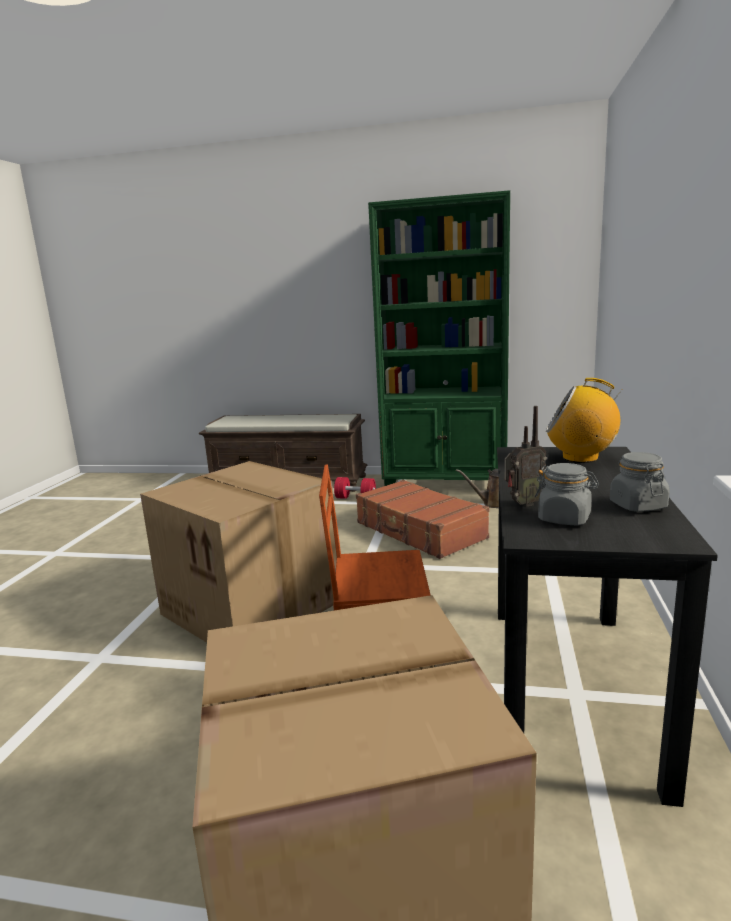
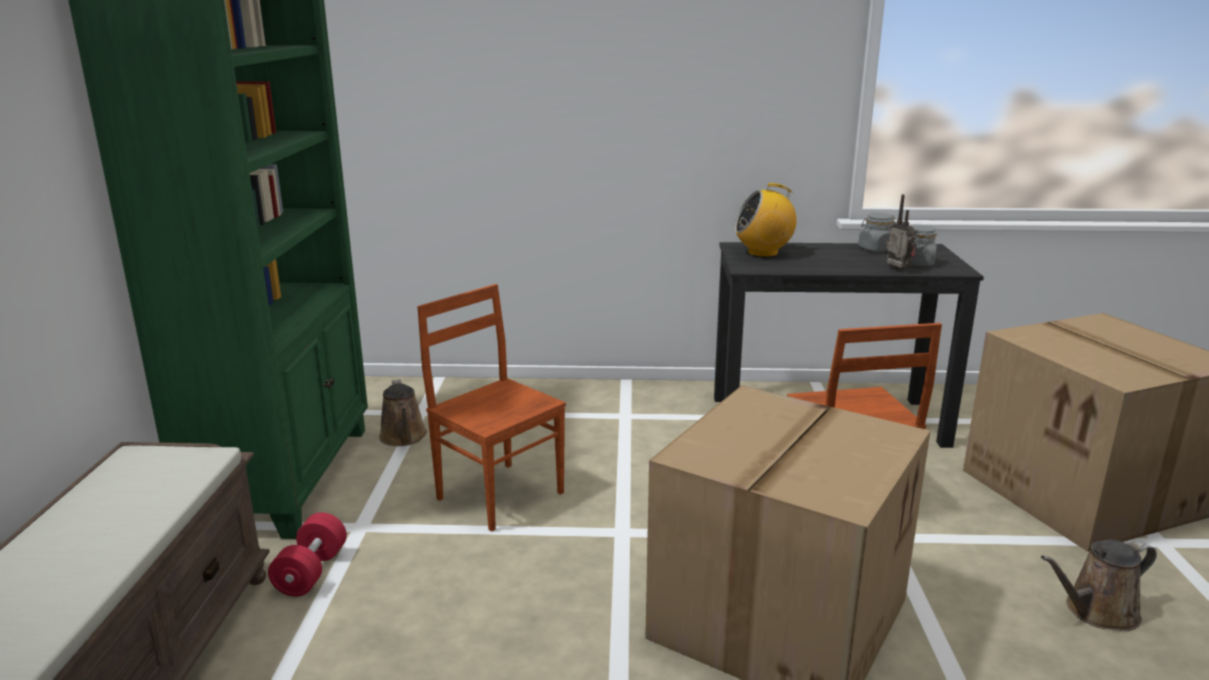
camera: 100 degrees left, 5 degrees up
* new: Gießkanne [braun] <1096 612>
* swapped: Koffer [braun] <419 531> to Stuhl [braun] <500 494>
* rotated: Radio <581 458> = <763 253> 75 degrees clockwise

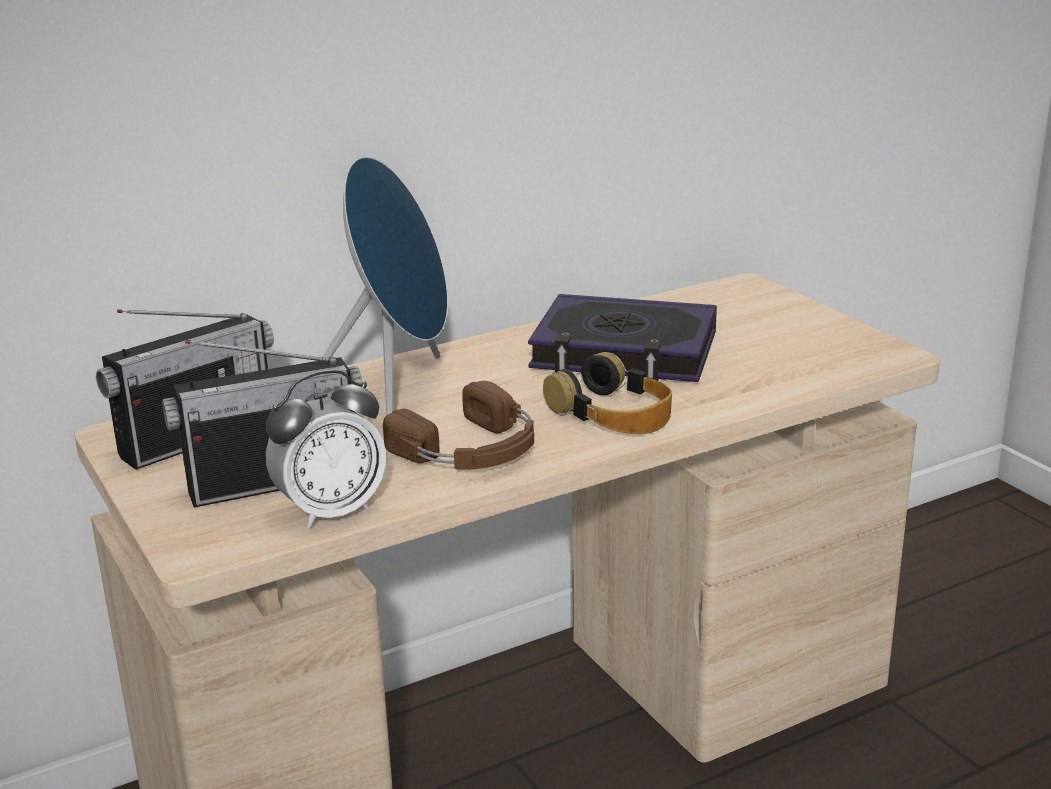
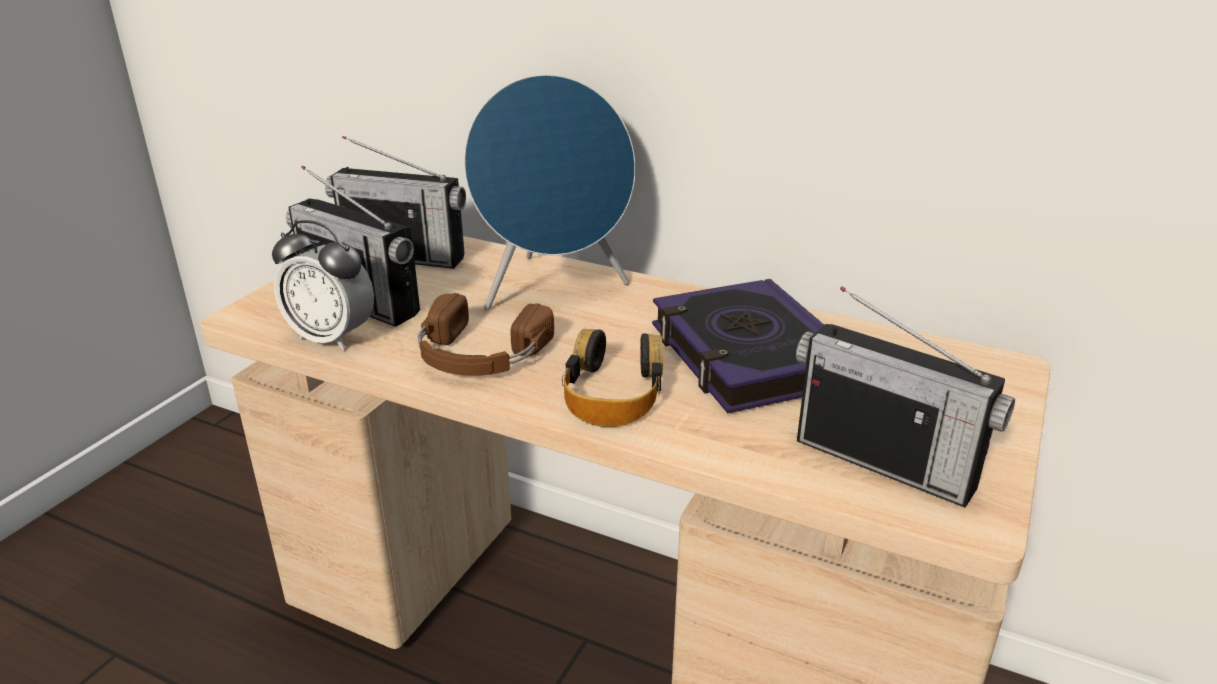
camera: 55 degrees right, 5 degrees up
* new: Radio <885 462>

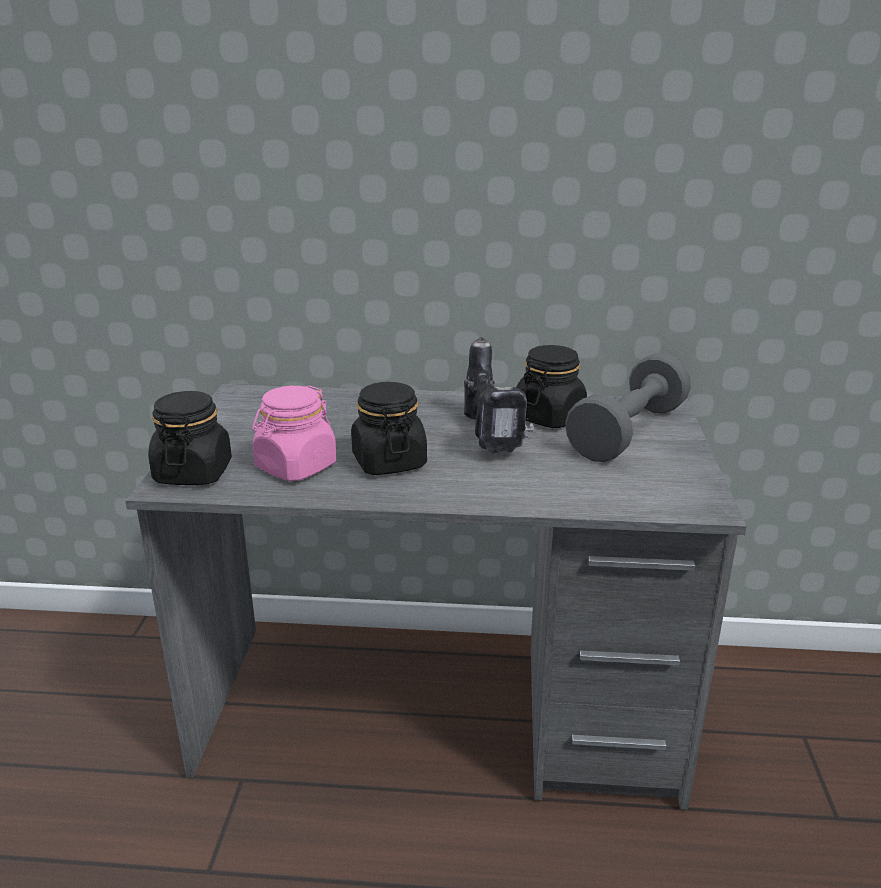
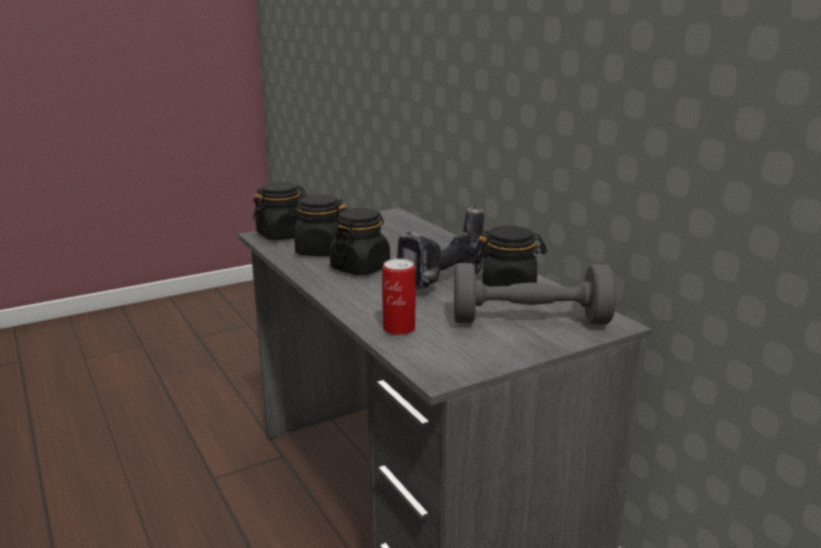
camera: 55 degrees right, 5 degrees down
* new: Dose <399 329>
* repainted: Vorratsglas [rosa] <295 467> to Vorratsglas [schwarz] <320 251>

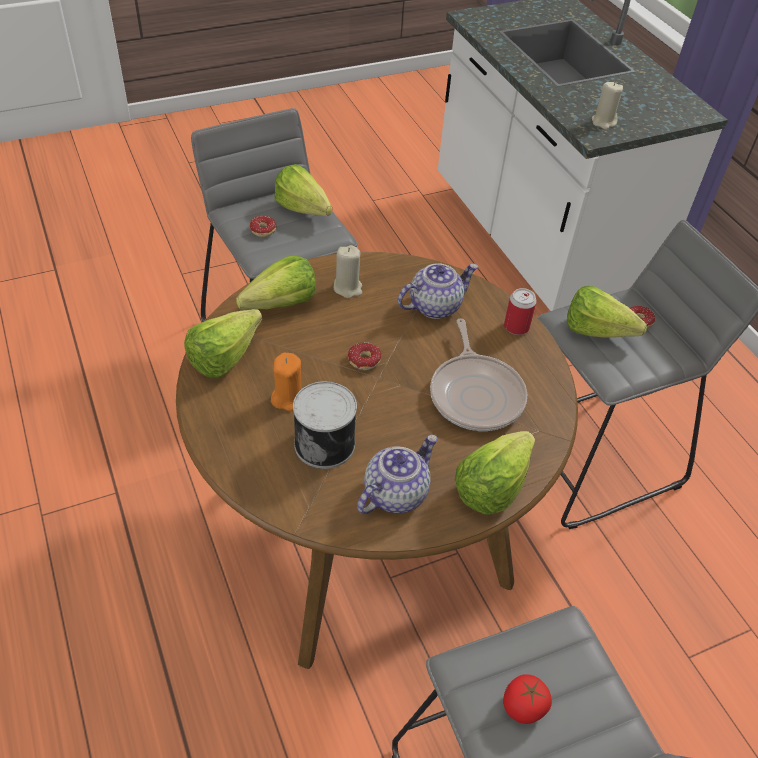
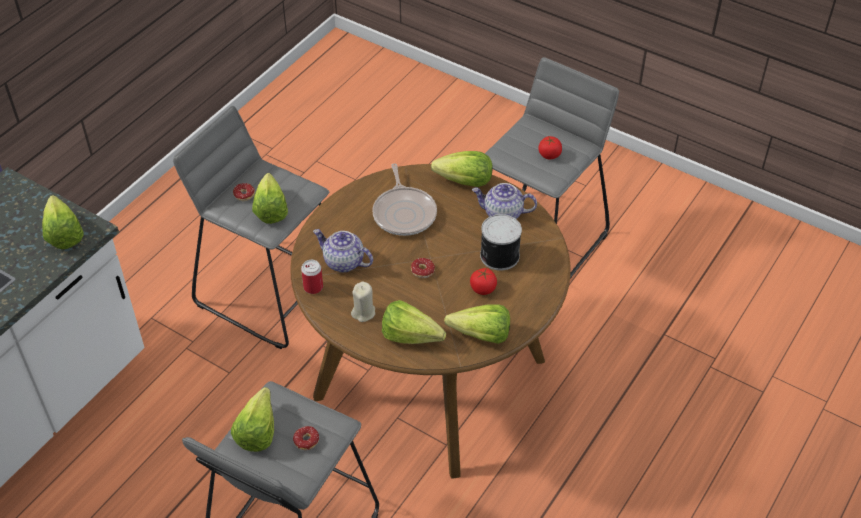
camera: 120 degrees left, 0 degrees up
* shifted: Dose <516 327> to <313 287>
* swapped: Kerze [orange] <288 398> to Tomate <483 288>
* swapped: Kerze [beige] <603 122> to Salatkopf <64 231>
* rotated: Pfanne <476 394> = <404 213> 120 degrees clockwise

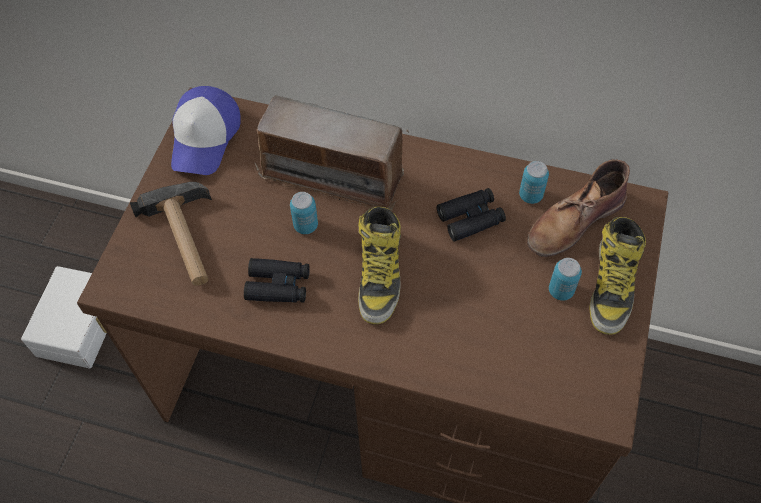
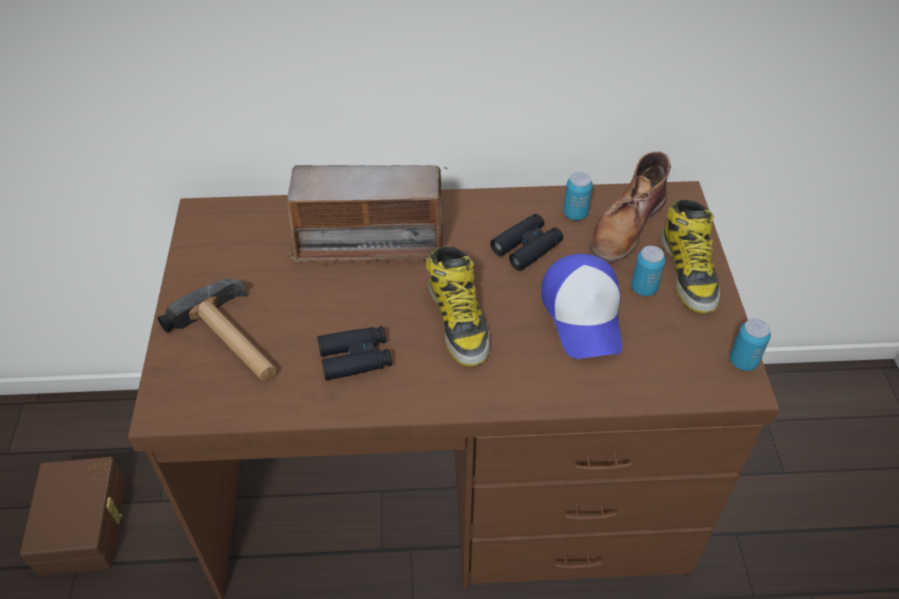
camera: 20 degrees left, 10 degrees down
* shifted: Kappe <205 138> to <584 315>
* shifted: Dose <306 225> to <743 361>
* repainted: Aufbewahrungsbox [weiß] <81 325> to Aufbewahrungsbox [braun] <85 525>

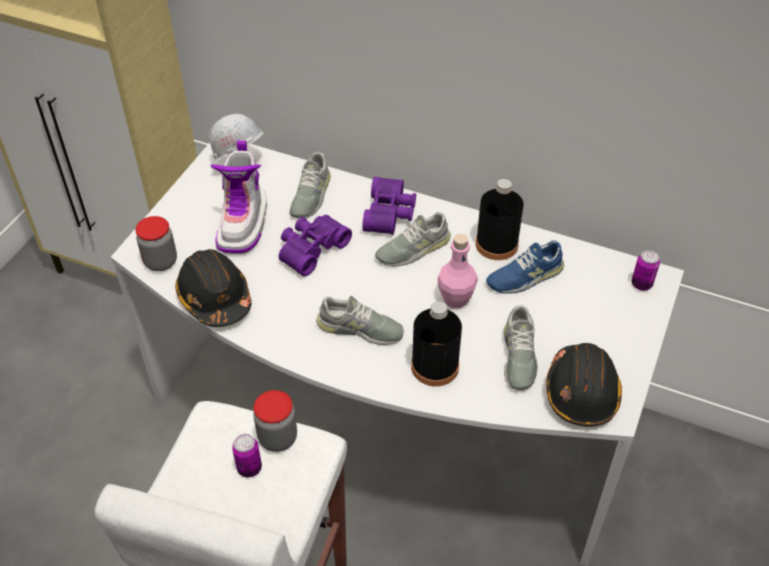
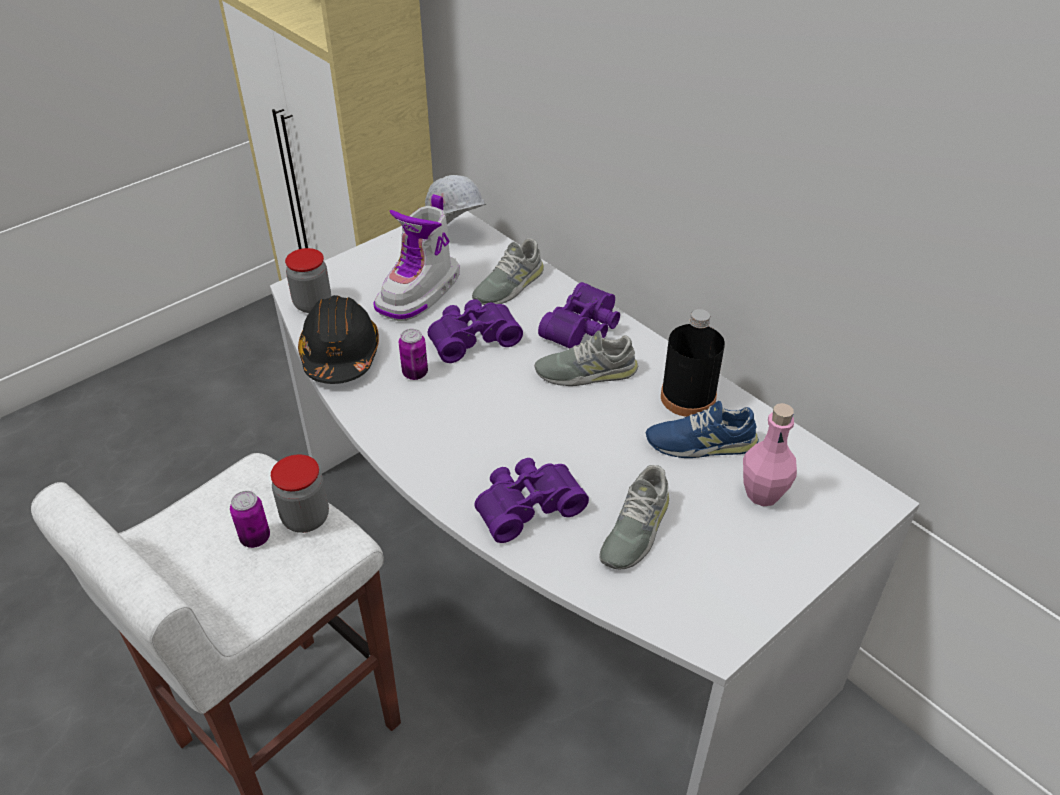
camera: 25 degrees right, 5 degrees down
* gone: Schuh [grau] <360 329>
* gone: Schutzhelm [schwarz] <581 392>
* shifted: Flasche [rosa] <455 299> to <762 494>
* shifted: Dose <641 284> to <415 373>
* swapped: Flasche [schwarz] <435 366> to Fernglas [lila] <526 505>

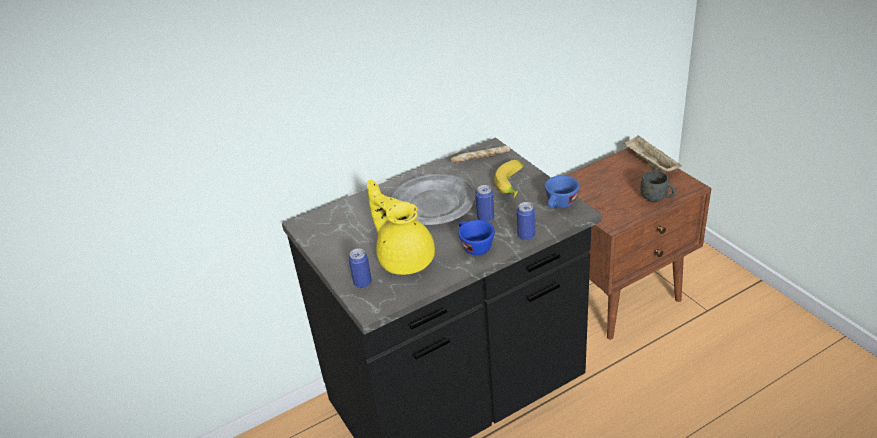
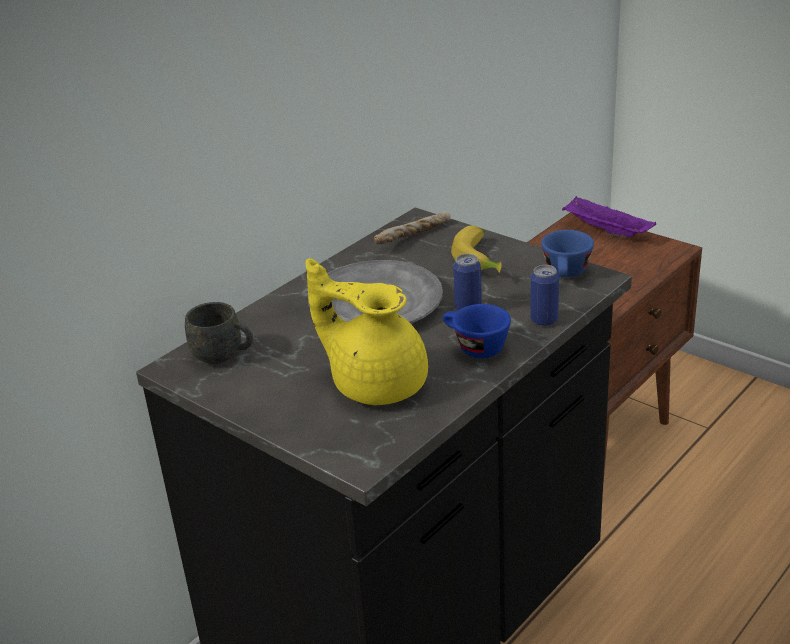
camera: 20 degrees left, 5 degrees down
* gone: Dose <362 283>
* shifted: Henkelbecher [grau] <657 198> to <224 356>
* repainted: Tablett [beige] <650 163> to Tablett [lila] <605 231>

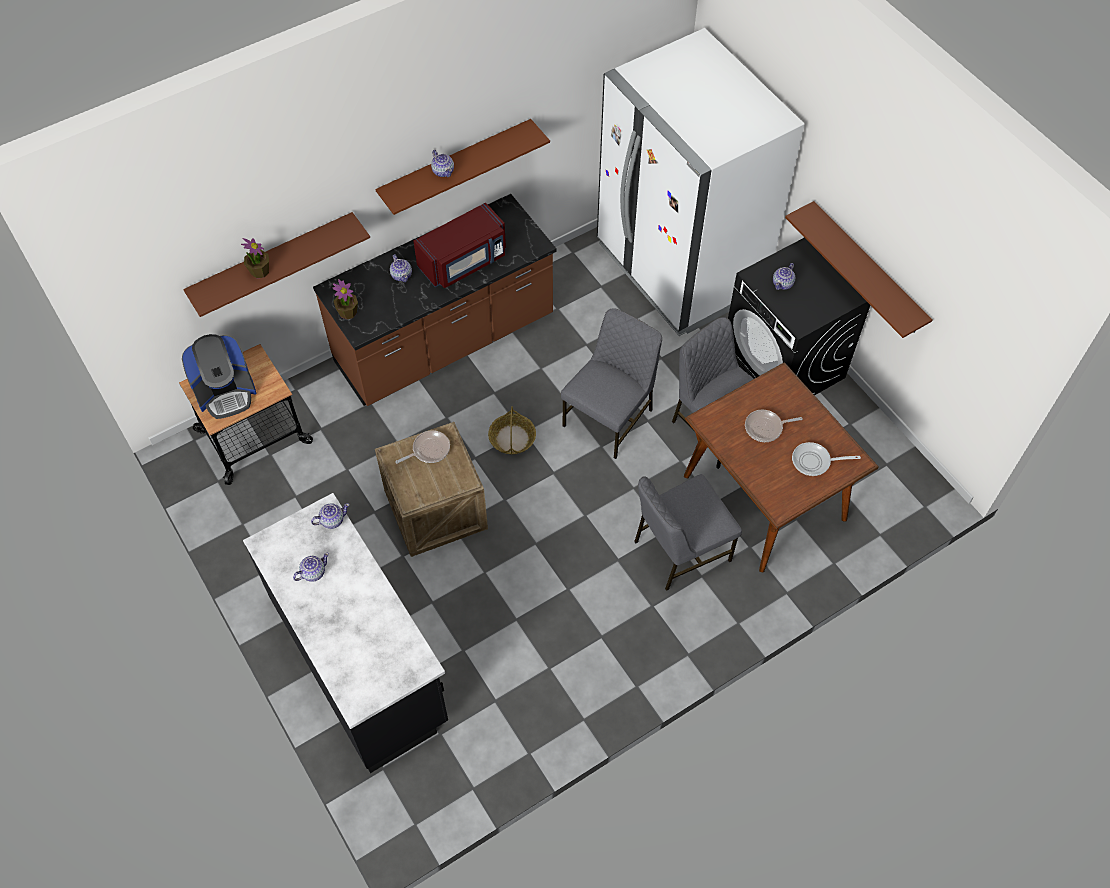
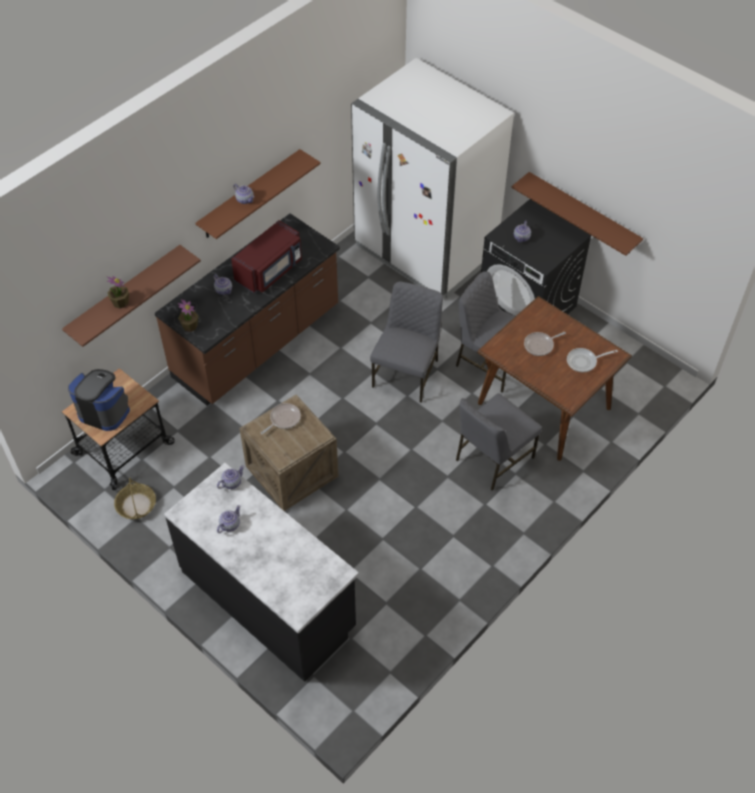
camera: 15 degrees left, 5 degrees down
* shifted: Korb <512 438> to <136 505>
* rotated: Kaffeemaschine <226 393> = <104 411> 120 degrees counterclockwise

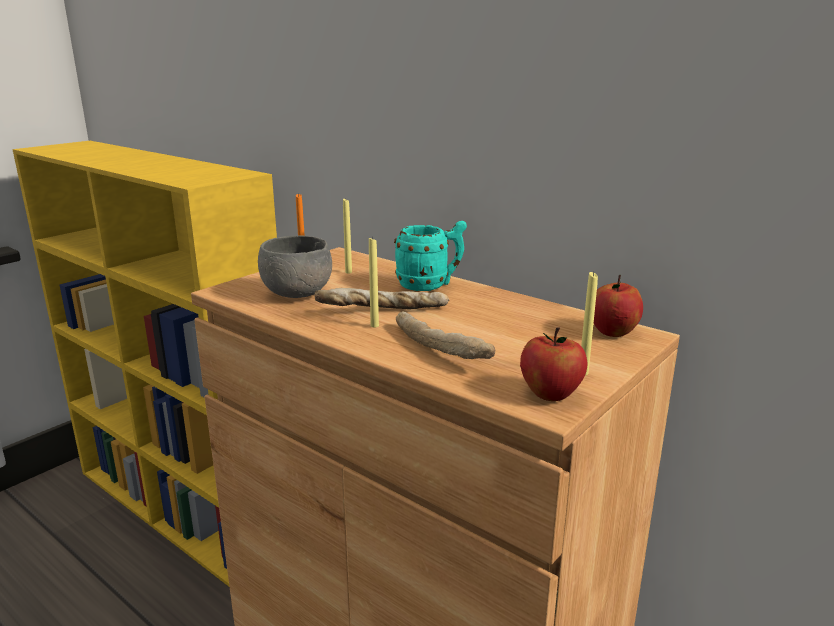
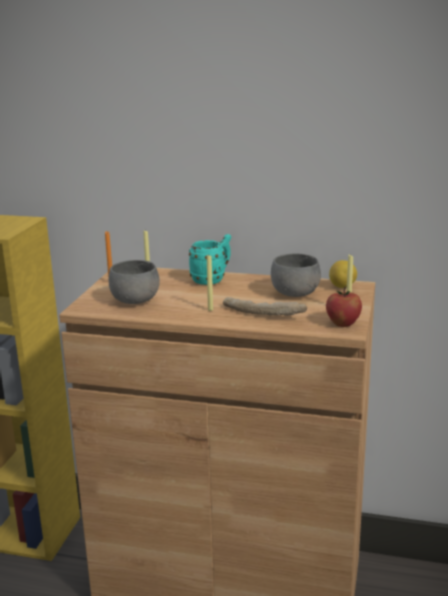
camera: 25 degrees left, 0 degrees up
* gone: Brot <383 312>
* new: Schüssel [grau] <295 294>
* swapped: Apfel <612 332> to Zitrone <342 287>

